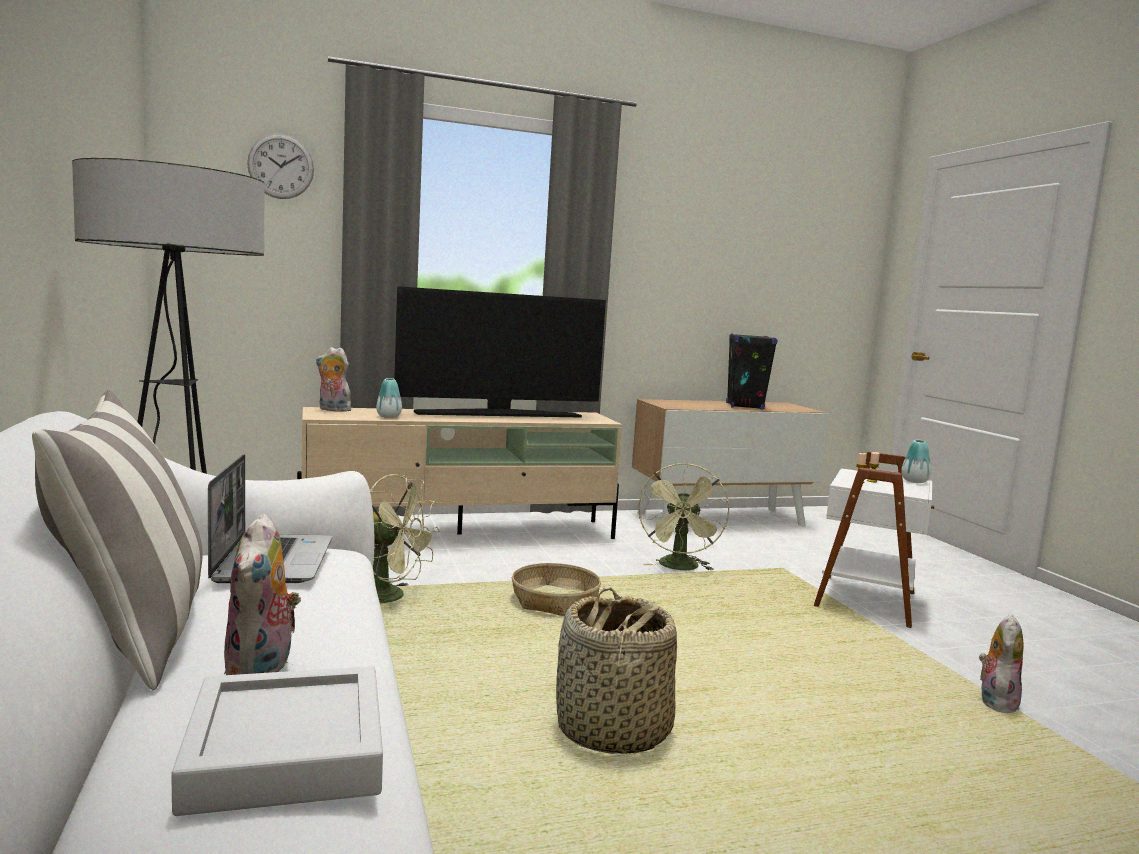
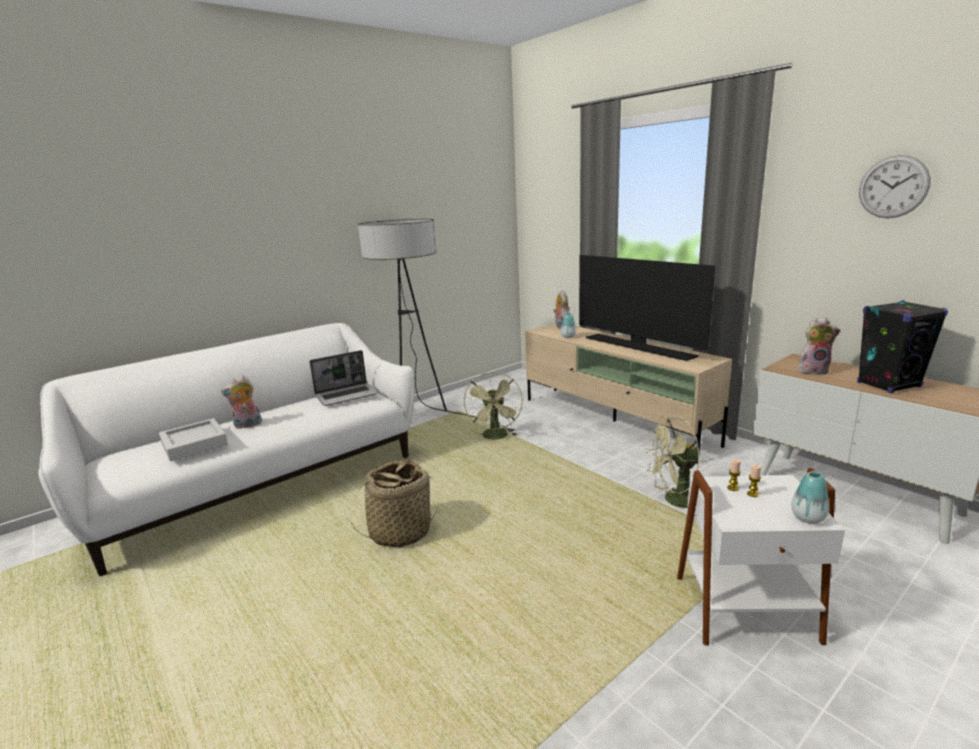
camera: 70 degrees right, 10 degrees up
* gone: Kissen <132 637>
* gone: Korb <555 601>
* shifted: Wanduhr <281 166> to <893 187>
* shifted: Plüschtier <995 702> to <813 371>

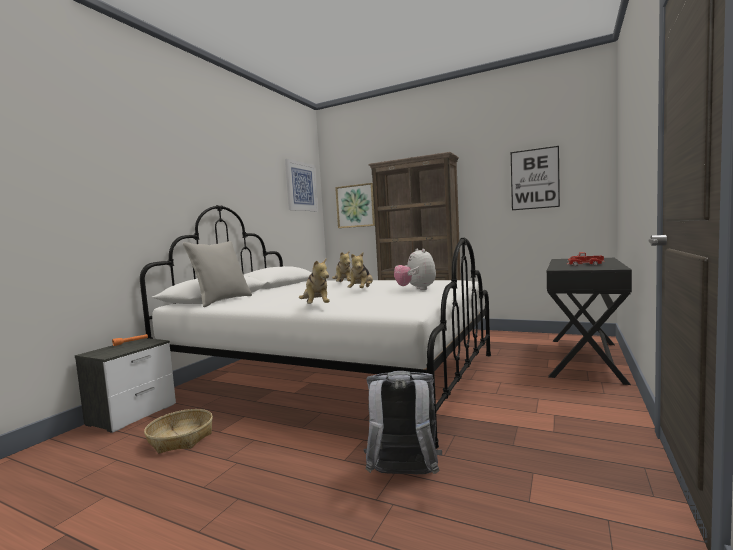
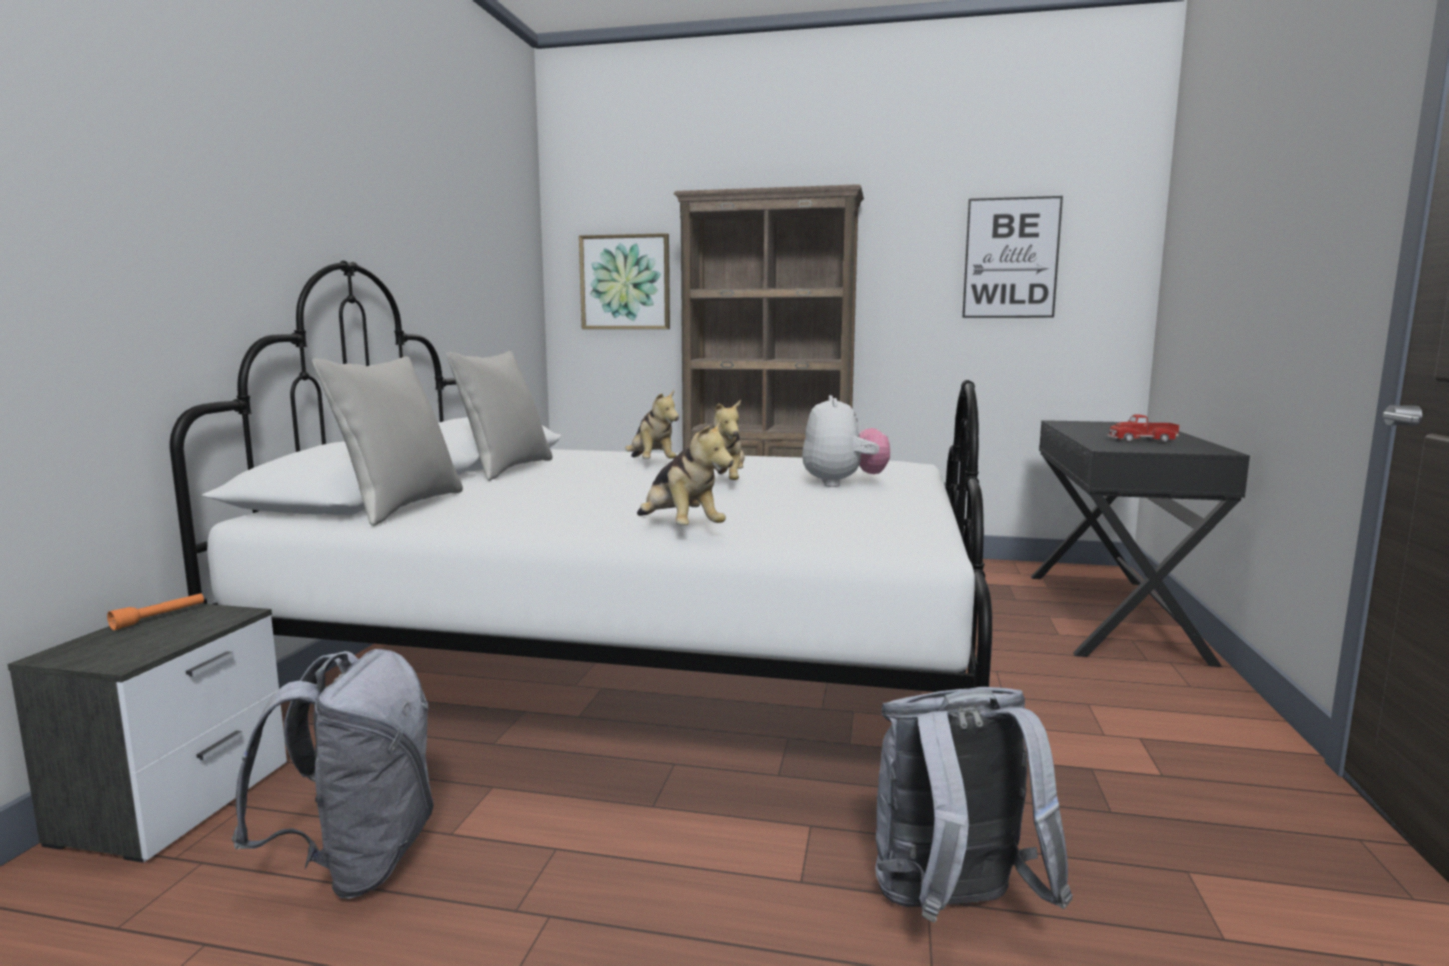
camera: 15 degrees left, 5 degrees up
* gone: Bild <301 186>
* new: Kissen [grau] <506 469>
* swapped: Korb <181 438> to Rucksack [grau] <358 862>
* rotated: Plüschtier <416 289> = <843 484> 150 degrees counterclockwise

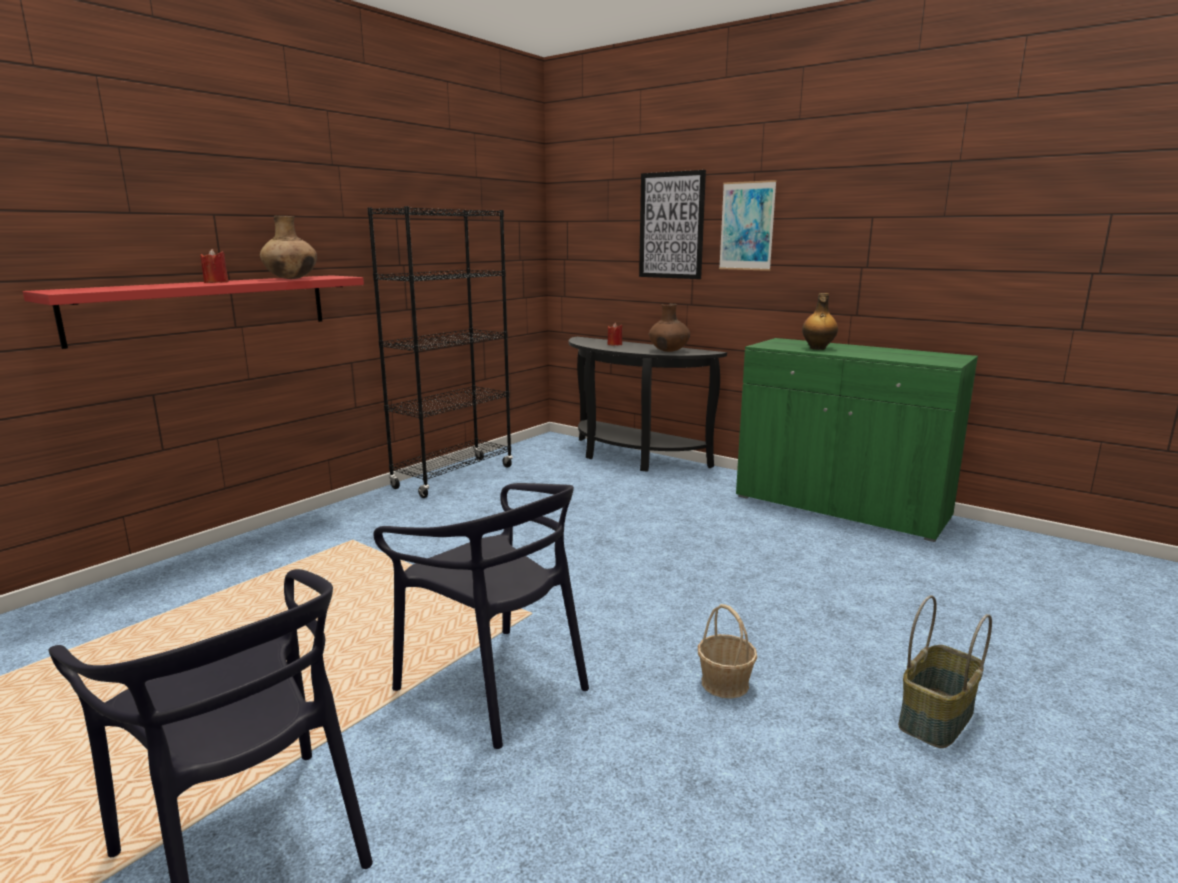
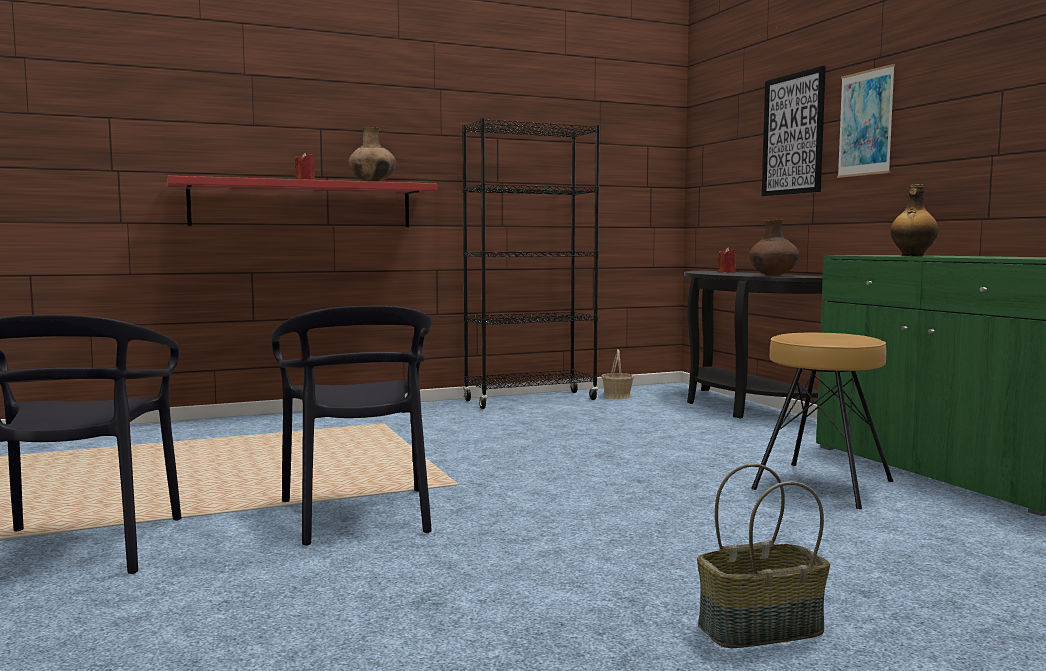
camera: 30 degrees right, 10 degrees down
* new: Hocker [braun] <822 484>
* shifted: Korb <725 683> to <617 396>

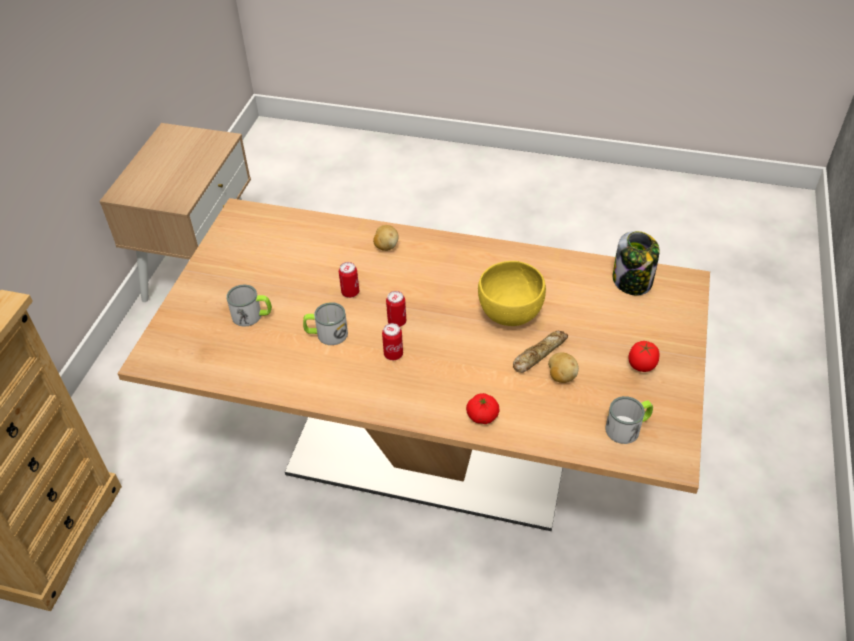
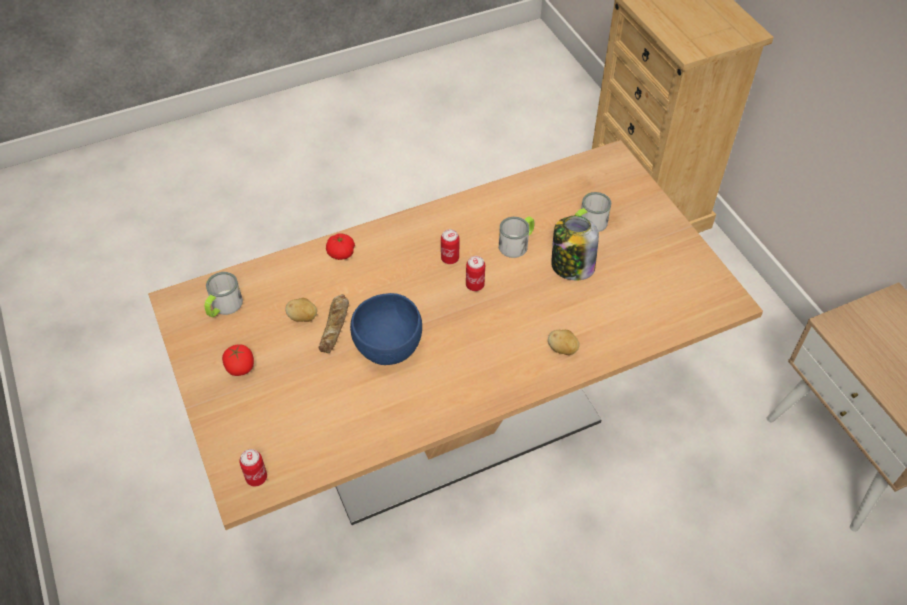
camera: 140 degrees right, 5 degrees up
* shifted: Dose <350 292> to <256 477>
* shifted: Vorratsglas <632 281> to <571 266>
* repainted: Schüssel [gelb] <509 314> to Schüssel [blau] <388 348>

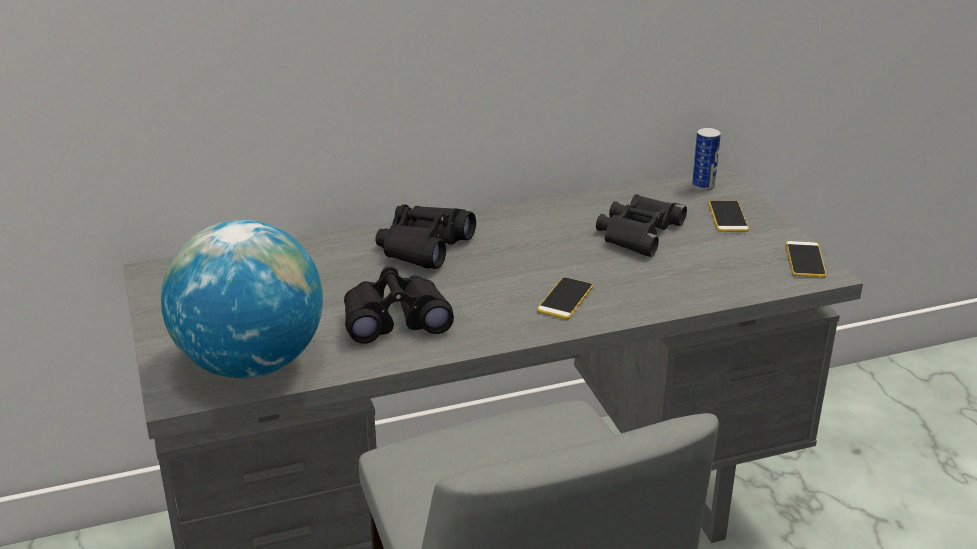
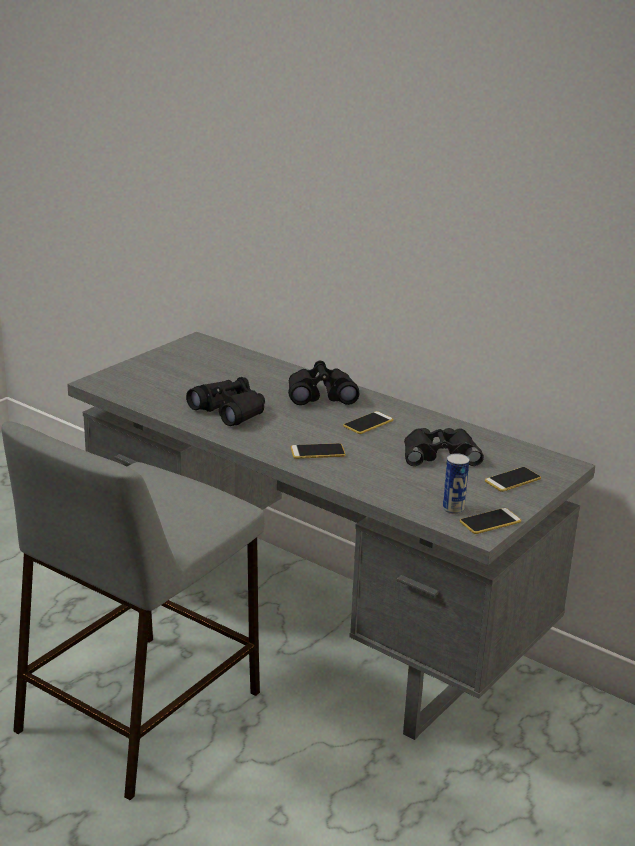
camera: 55 degrees right, 5 degrees down
* gone: Globus <251 363>
* new: Handy <368 423>
* shifted: Dose <703 186> to <453 509>

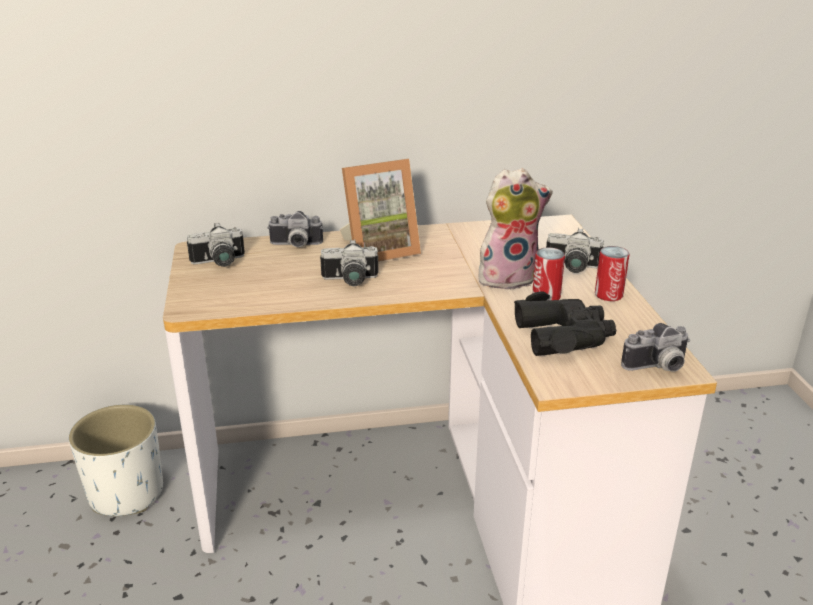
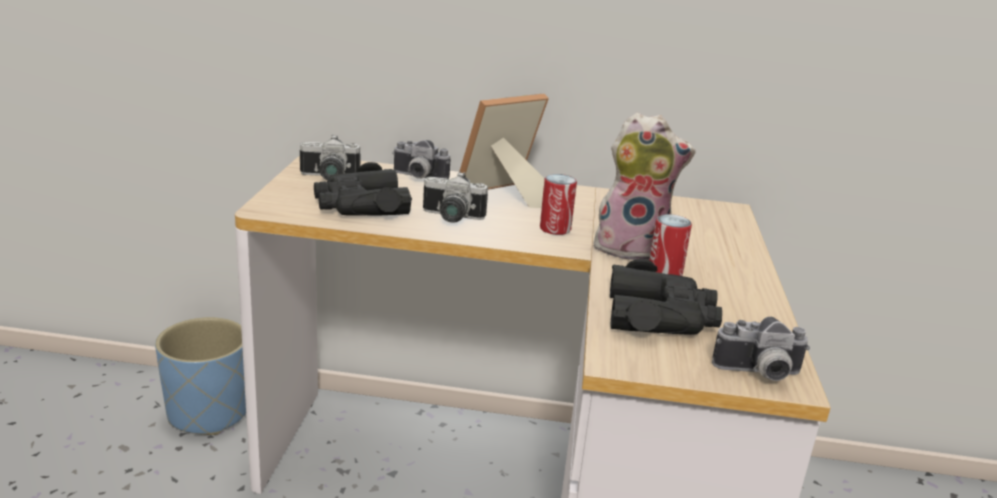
camera: 15 degrees right, 5 degrees down
* gone: Kamera <571 268>
* new: Fernglas [schwarz] <361 206>
* shifted: Dose <608 295> to <555 229>
* repainted: Pflanzkübel [weiß] <127 494> to Pflanzkübel [blau] <208 414>
* rotated: Bilderrahmen <379 250> = <503 197> 150 degrees clockwise

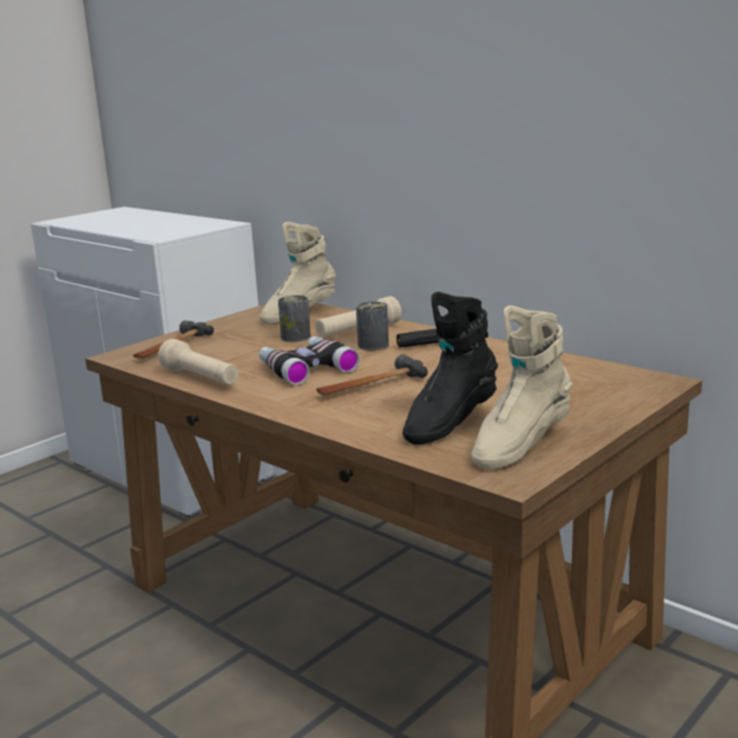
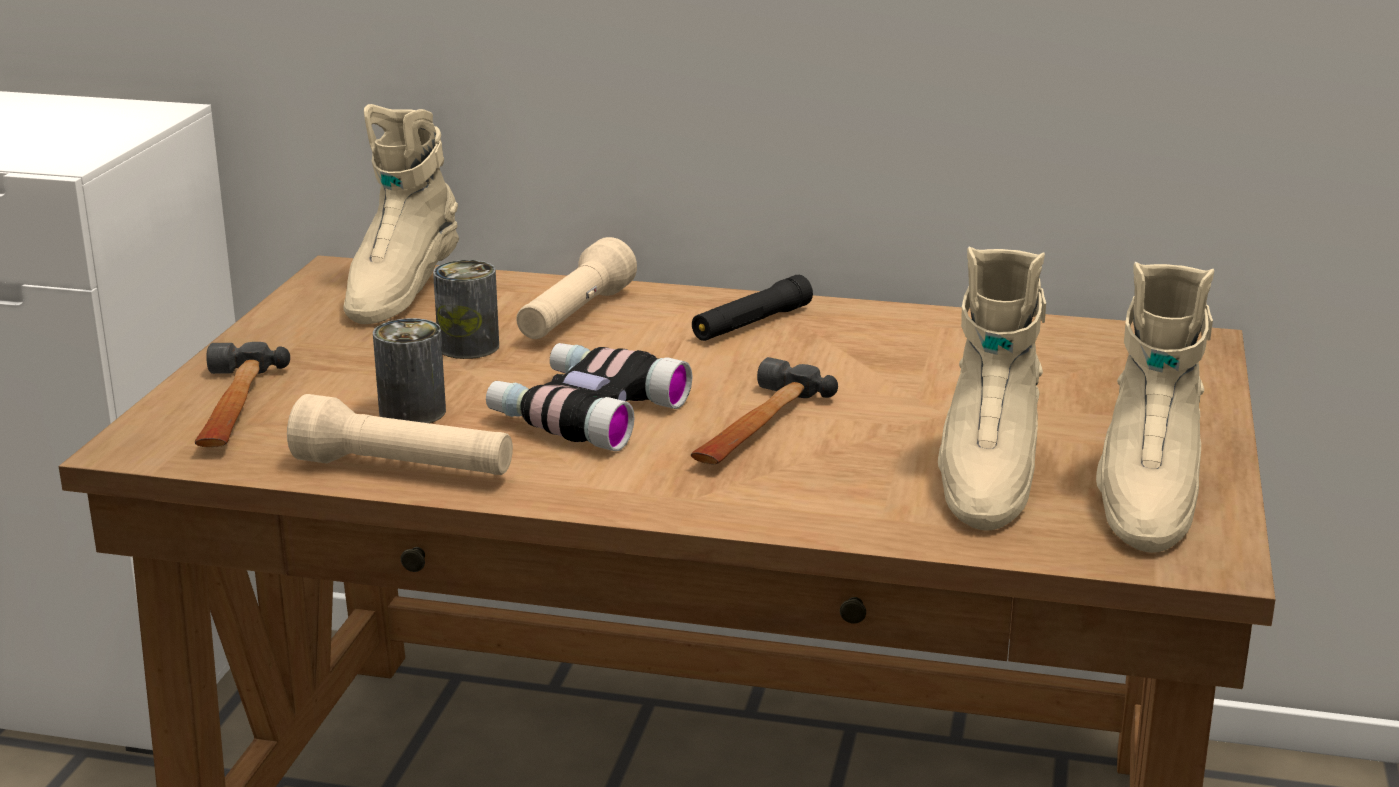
camera: 30 degrees left, 5 degrees up
* shifted: Dose <373 345> to <412 412>
* repainted: Stiefel [schwarz] <449 423> to Stiefel [beige] <985 478>

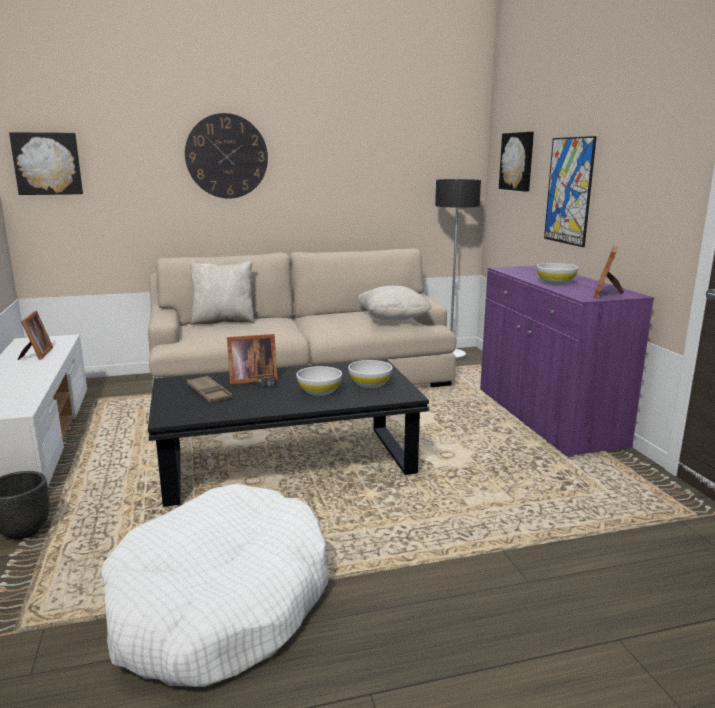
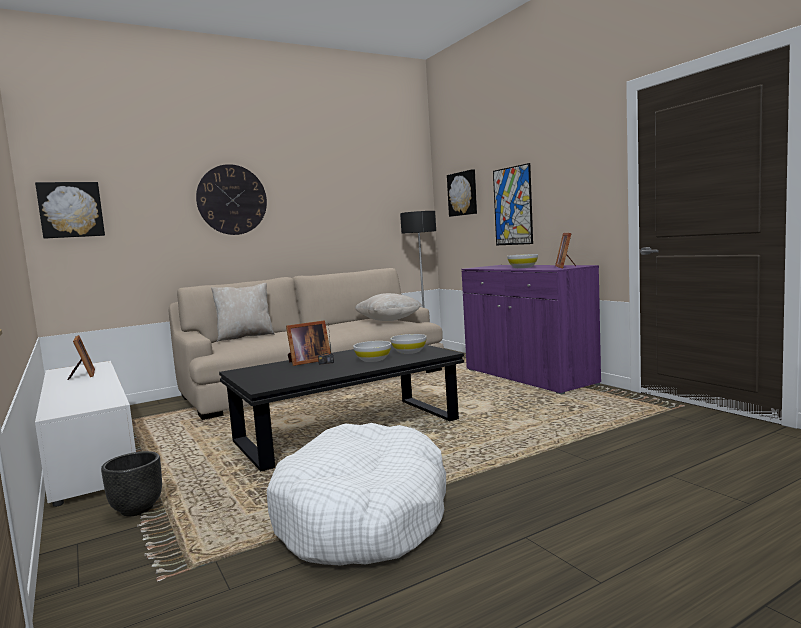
camera: 15 degrees left, 10 degrees down
* gone: Tablett [braun] <209 393>

